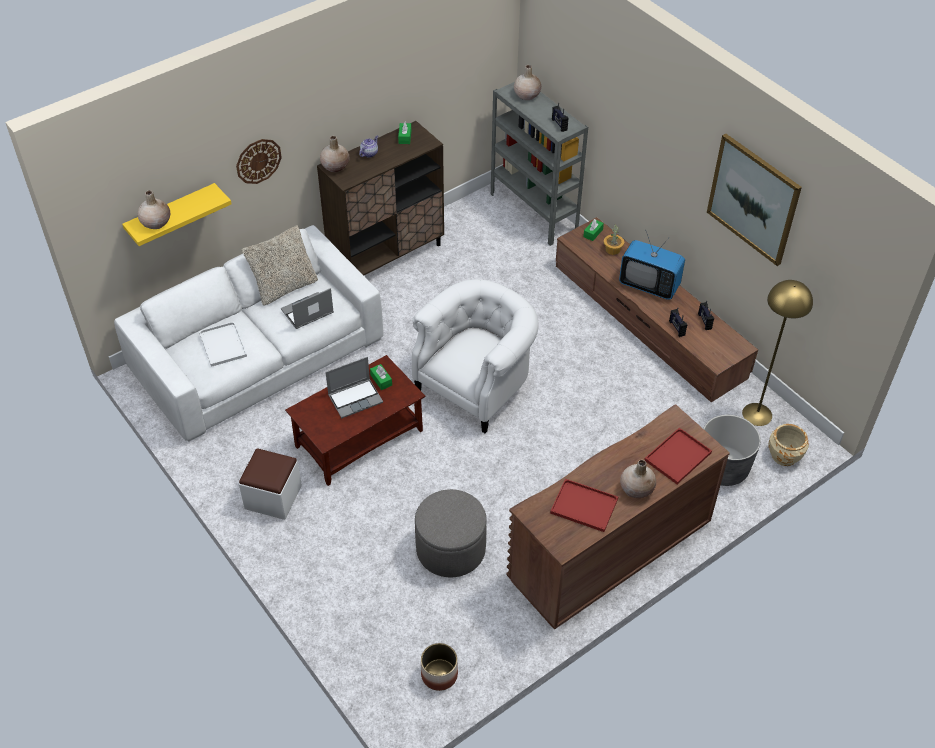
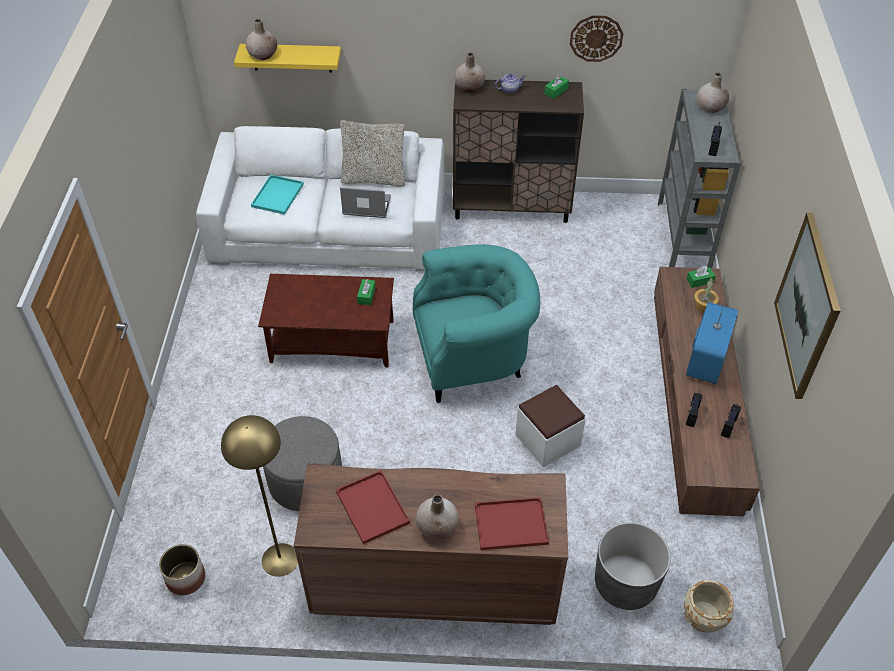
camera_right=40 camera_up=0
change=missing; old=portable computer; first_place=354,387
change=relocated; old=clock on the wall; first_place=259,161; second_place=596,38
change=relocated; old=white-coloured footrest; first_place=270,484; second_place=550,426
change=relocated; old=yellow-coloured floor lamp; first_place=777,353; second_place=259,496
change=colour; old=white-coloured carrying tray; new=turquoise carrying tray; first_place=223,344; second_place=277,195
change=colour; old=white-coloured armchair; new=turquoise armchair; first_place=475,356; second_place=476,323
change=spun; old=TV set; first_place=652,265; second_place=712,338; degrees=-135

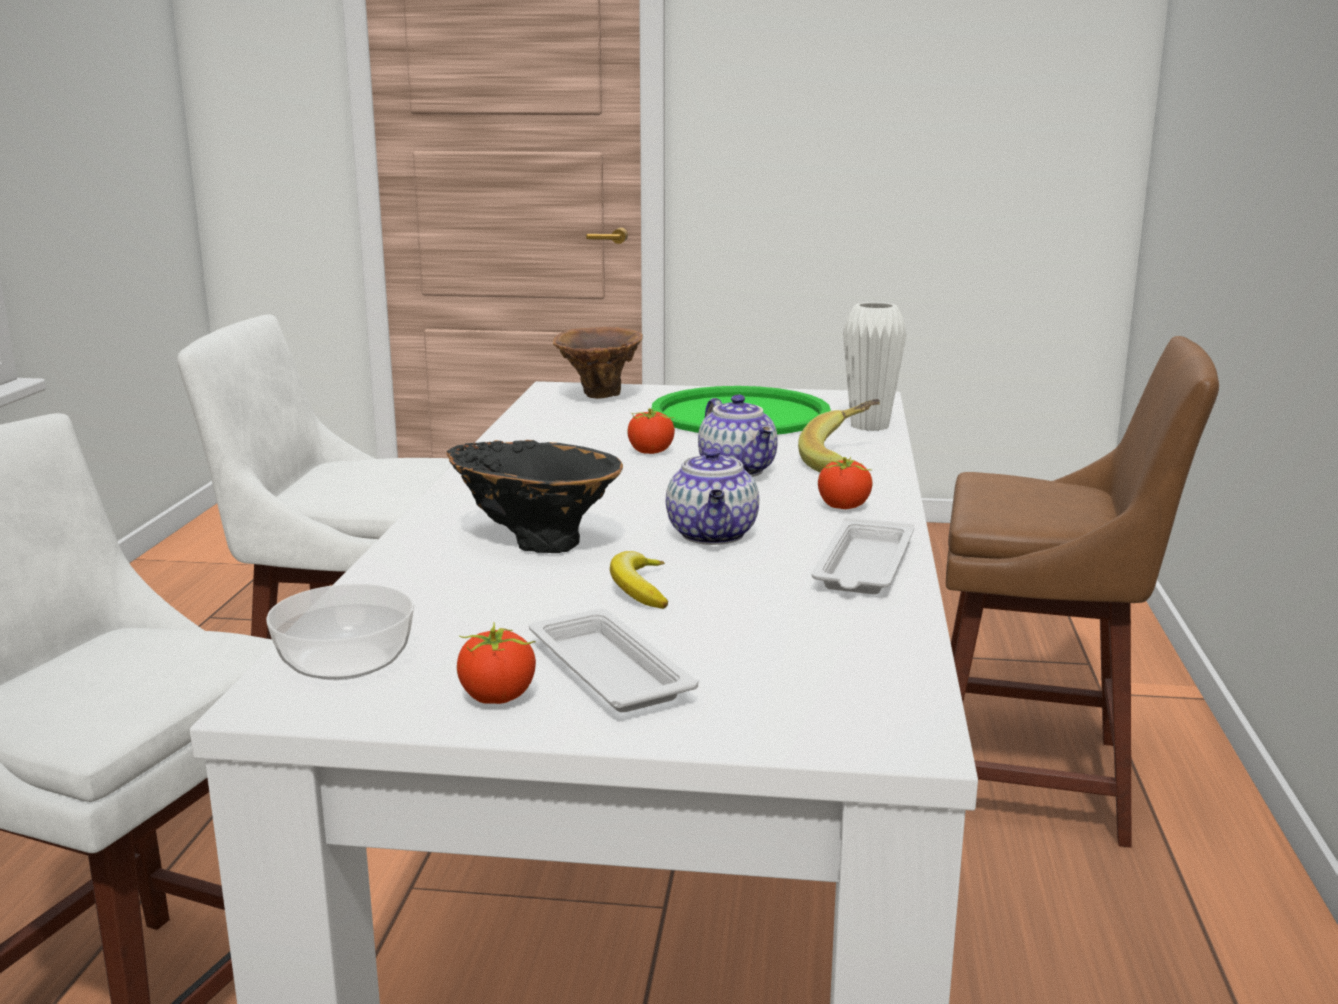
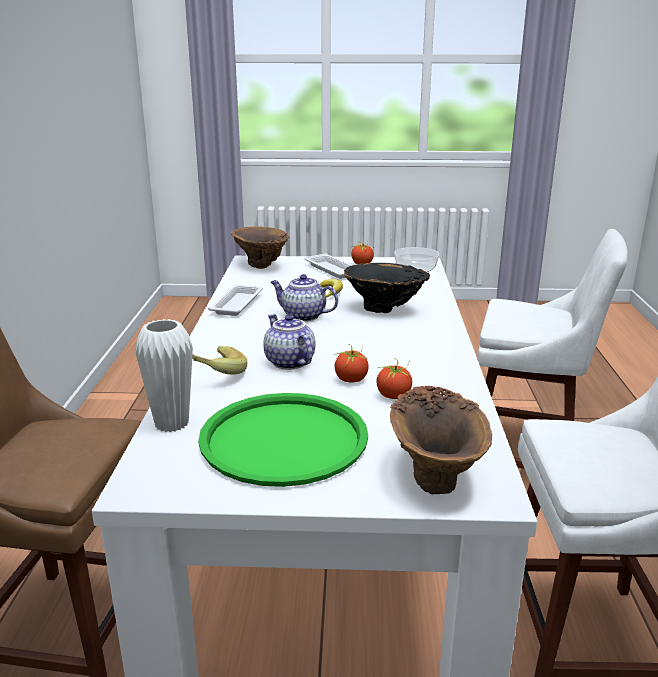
camera_right=175 camera_up=5
change=appeared; new=brownish decorative vase; second_place=260,247
change=relocated; old=whole tomato; first_place=845,483; second_place=394,379
change=spun; old=pot for tea; first_place=712,496; second_place=304,298; degrees=-60

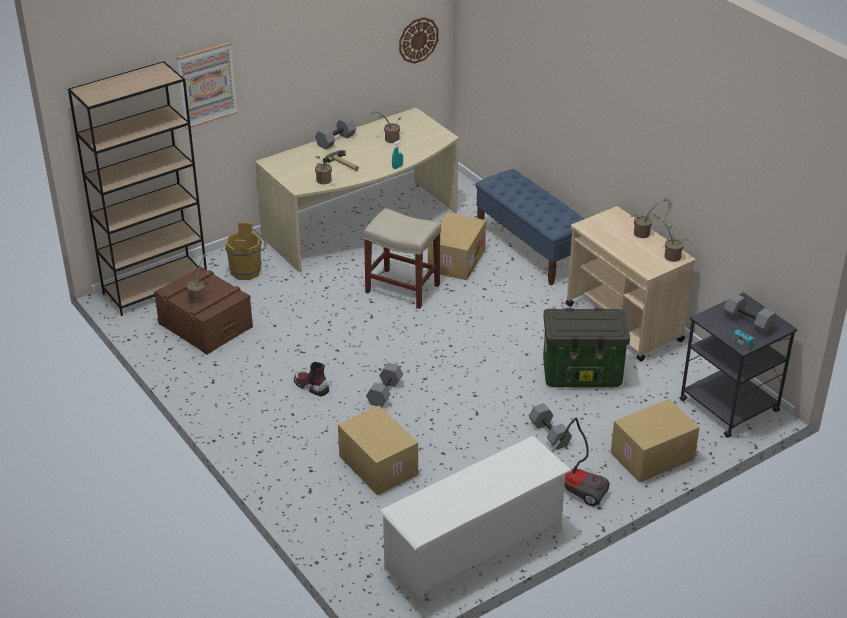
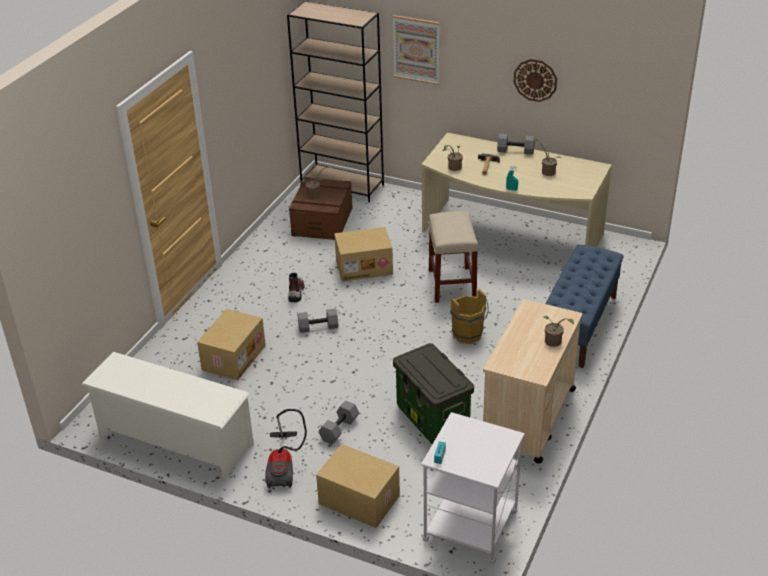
camera_right=60 camera_up=0
change=missing; old=plant in a pot; first_place=672,239
change=missing; old=gray hand weight; first_place=750,314
change=relocated; old=brownish water bucket; first_place=245,251; second_place=469,316
change=relocated; old=clock on the wall; first_place=419,40; second_place=535,80
change=relocated; old=carton; first_place=457,246; second_place=363,254
change=colour; old=blackish wheeled cart; new=white-coloured wheeled cart; first_place=738,365; second_place=473,488

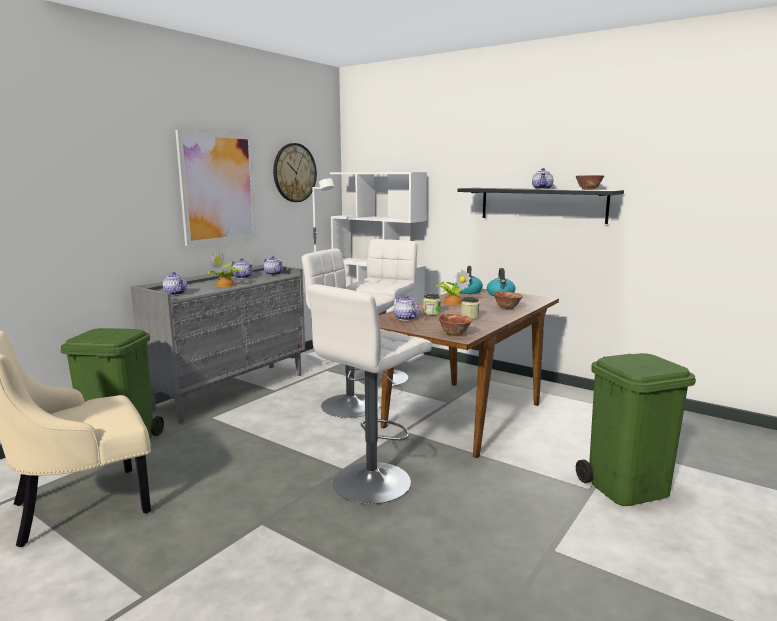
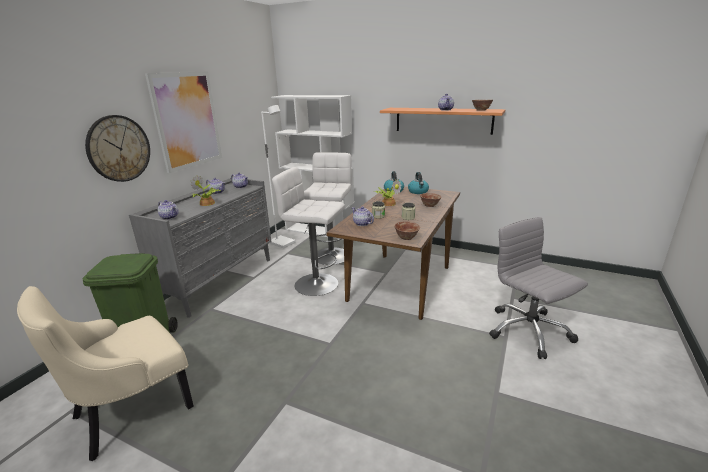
camera_right=-10 camera_up=10
change=missing; old=white-coloured sitting stool; first_place=369,394
change=relocated; old=clock on the wall; first_place=295,172; second_place=117,148
change=exchanged; old=greenish waste bin; new=gray office chair; first_place=636,429; second_place=538,288
change=colour; old=blackish bracket shelf; new=orange bracket shelf; first_place=540,206; second_place=442,121

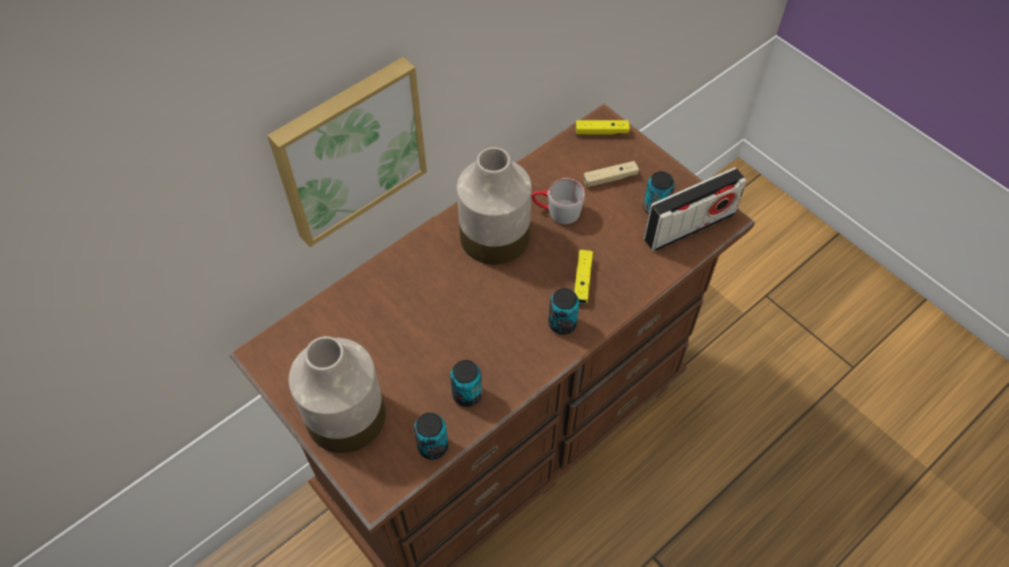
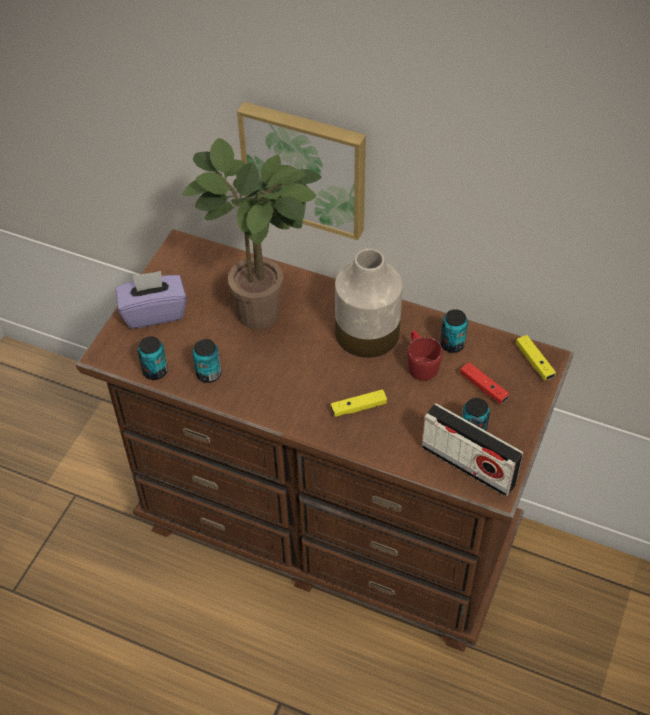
camera_right=65 camera_up=-5
change=appeared; new=plant in a pot; second_place=251,233
change=relocated; old=can; first_place=563,311; second_place=454,331
change=exchanged; old=sand-coloured decorative vase; new=purple-coloured tissue box; first_place=337,394; second_place=151,300
change=colour; old=gray coffee mug; new=reddish coffee mug; first_place=558,201; second_place=425,355
change=colour; old=sand-coloured gamepad; new=reddish gamepad; first_place=611,174; second_place=484,383

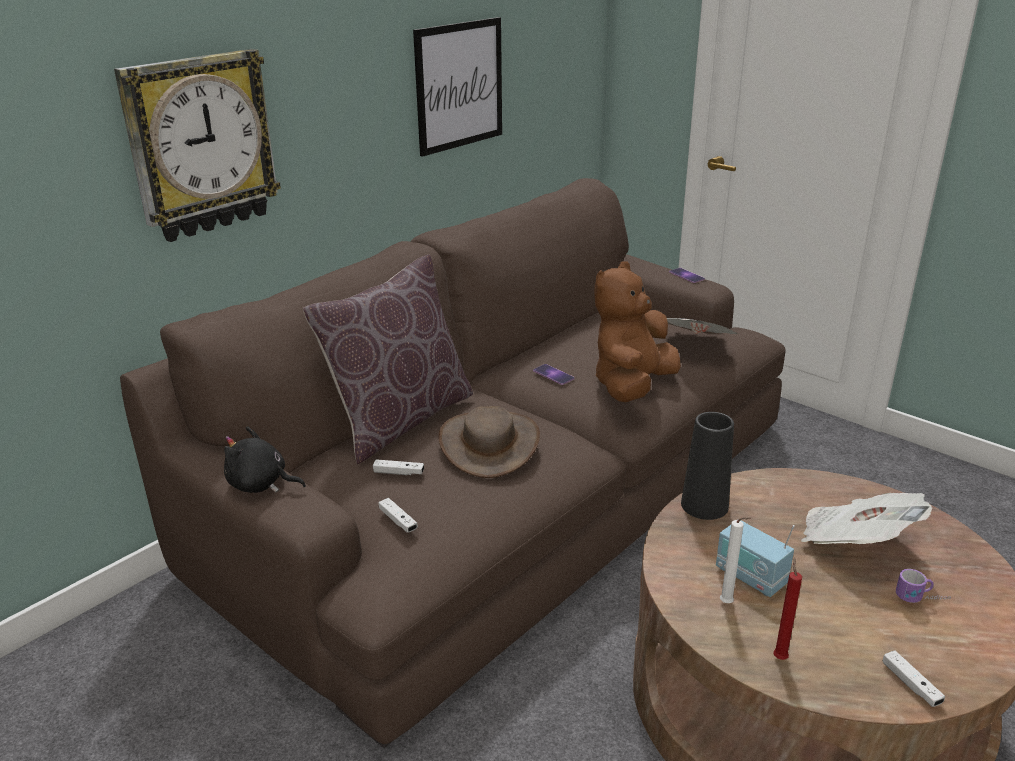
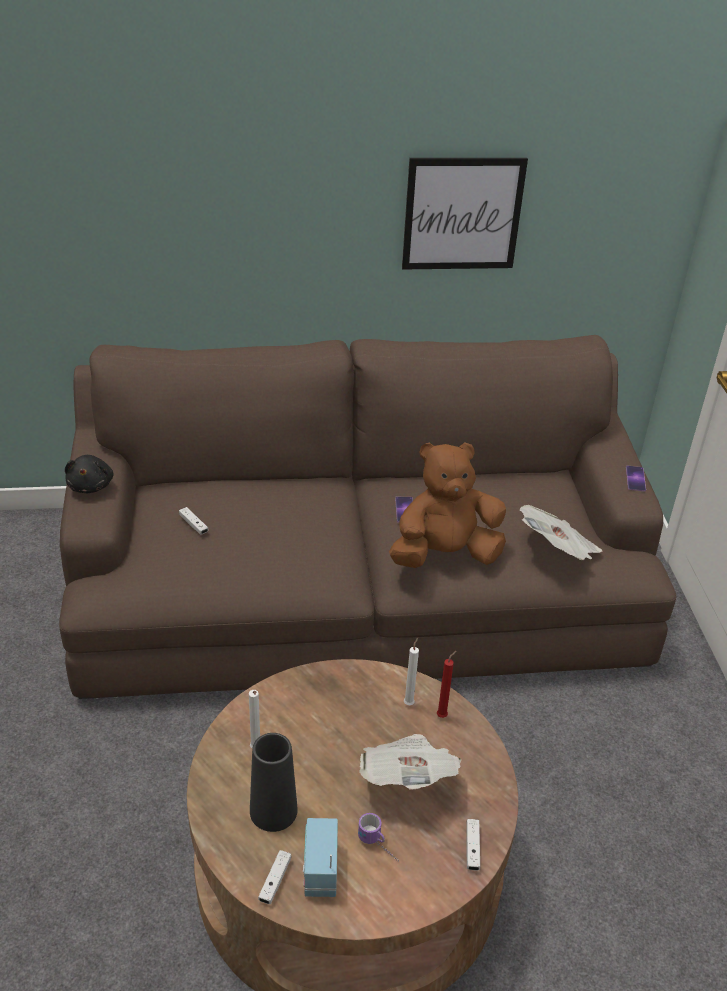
camera_right=40 camera_up=10
change=missing; old=clock on the wall; first_place=197,145
change=missing; old=brownish cushion; first_place=388,359
change=missing; old=brownish wearable hat; first_place=489,442
change=appeared; new=white-coloured wax candle; second_place=411,671
change=relocated; old=white-coloured gamepad; first_place=398,515; second_place=473,844
change=relocated; old=blackish decorative vase; first_place=707,466; second_place=273,782
change=relocated; old=radio set; first_place=755,559; second_place=320,857
change=relocated; old=reddish wax candle; first_place=787,608; second_place=446,684
change=spun; old=blackish soft toy; first_place=265,459; second_place=89,474; degrees=-150

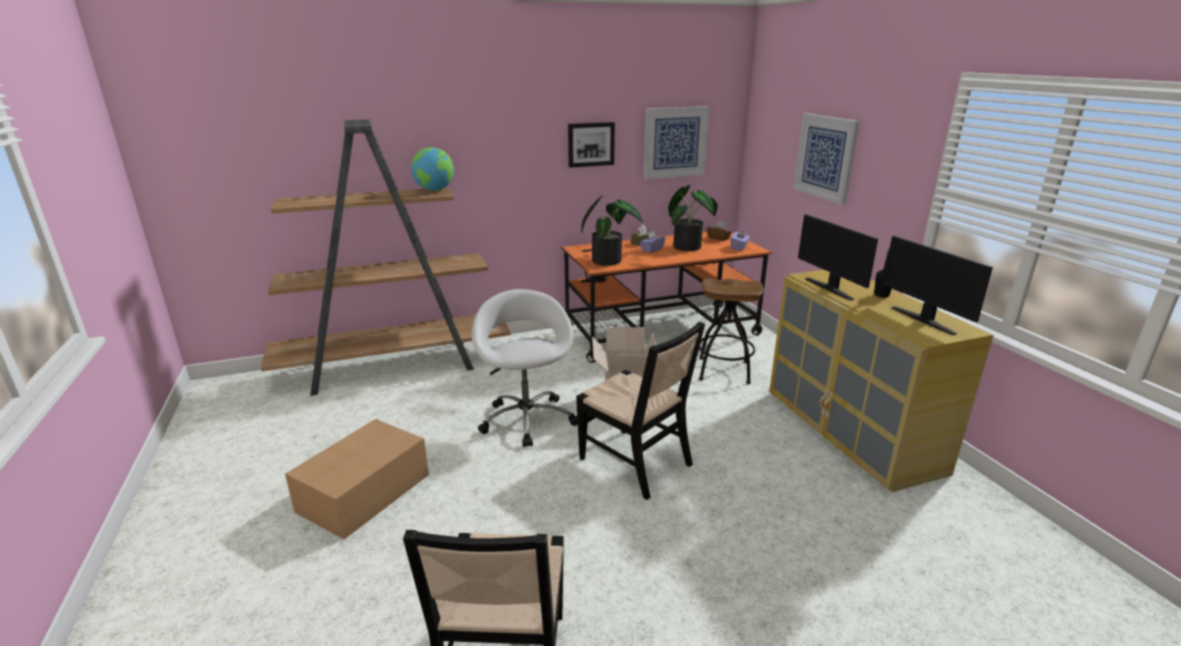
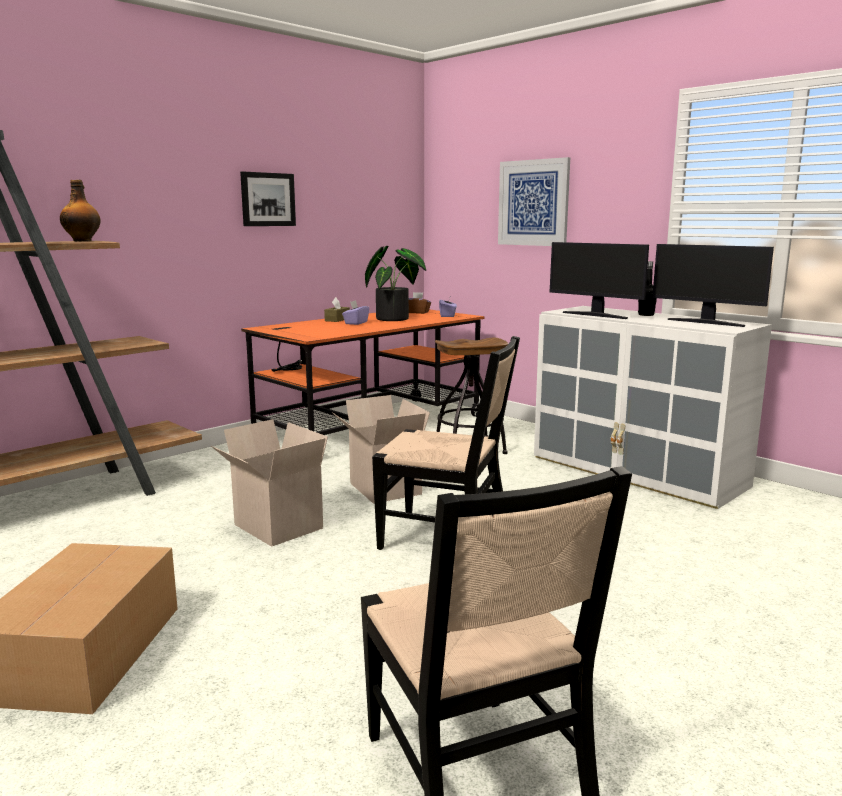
camera_right=-25 camera_up=-10
change=missing; old=plant in a pot; first_place=612,230
change=missing; old=wall picture; first_place=676,142
change=exchanged; old=world globe; new=beverage bottle; first_place=432,169; second_place=80,210
change=exchanged; old=white-coloured office chair; new=carton; first_place=525,368; second_place=269,483
change=colour; old=yellow-coloured cabinet; new=white-coloured cabinet; first_place=881,381; second_place=653,407

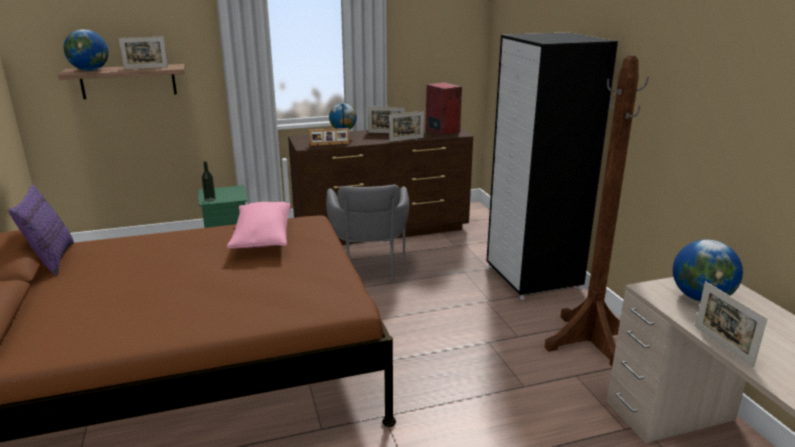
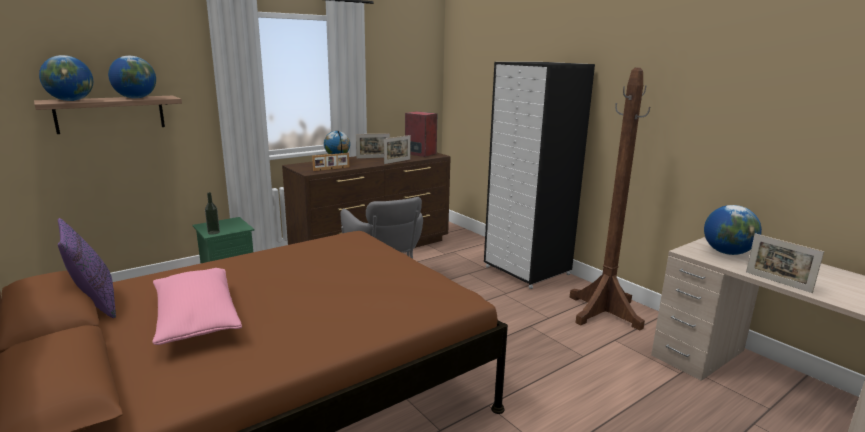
camera_right=-20 camera_up=-5
change=relocated; old=pink cushion; first_place=259,225; second_place=197,306
change=exchanged; old=photo frame; new=world globe; first_place=143,53; second_place=132,77

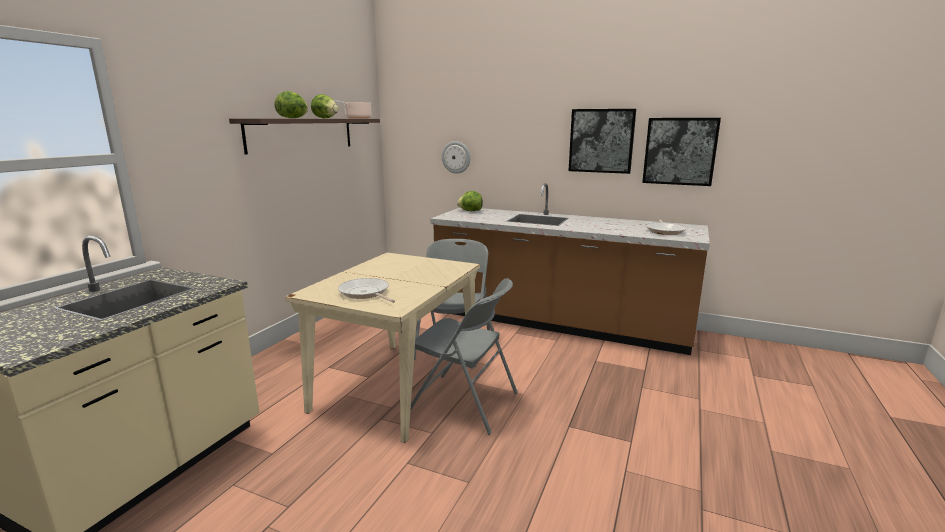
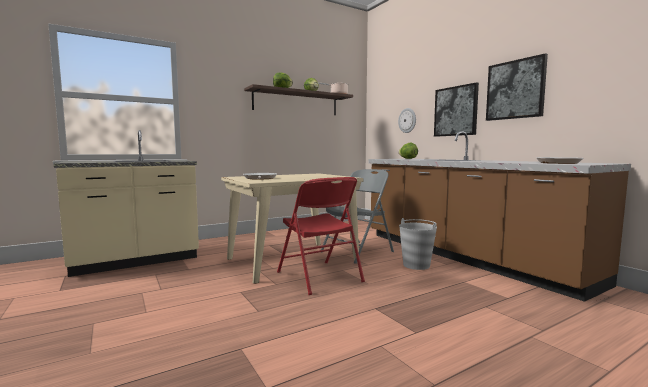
camera_right=35 camera_up=-10
change=appeared; new=gray water bucket; second_place=418,244
change=relocated; old=wall picture; first_place=681,152; second_place=456,109
change=colour; old=gray chair; new=reddish chair; first_place=464,356; second_place=321,236

